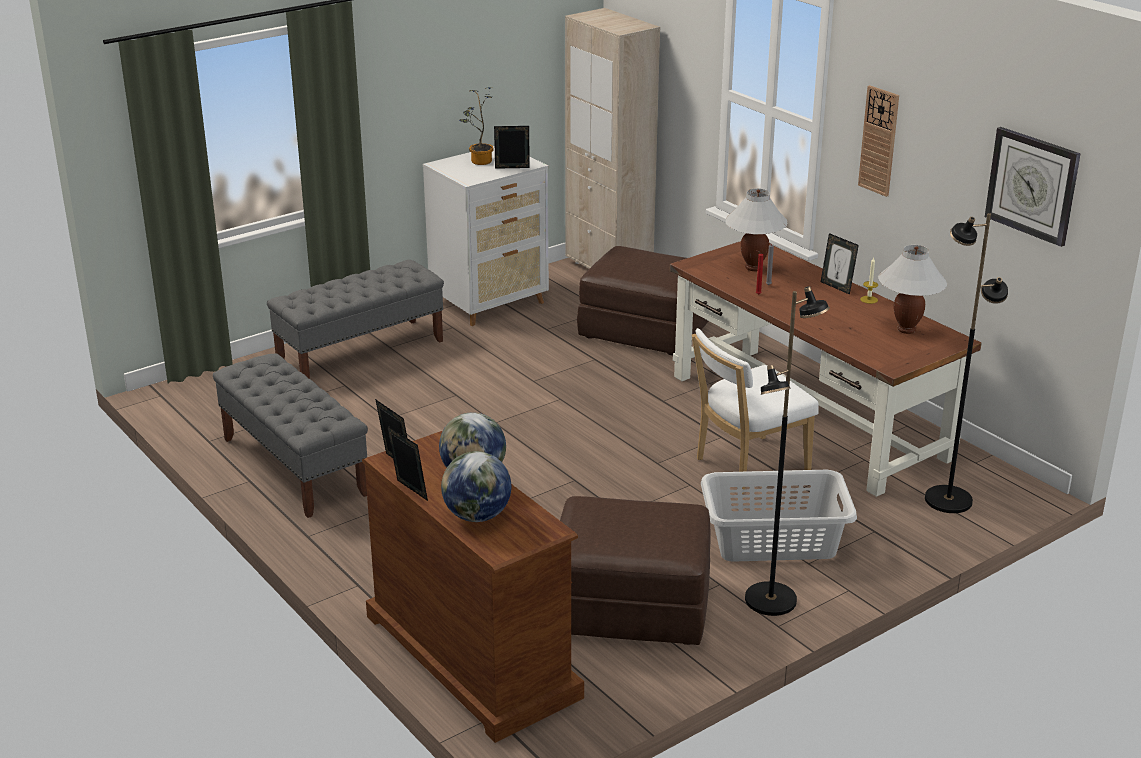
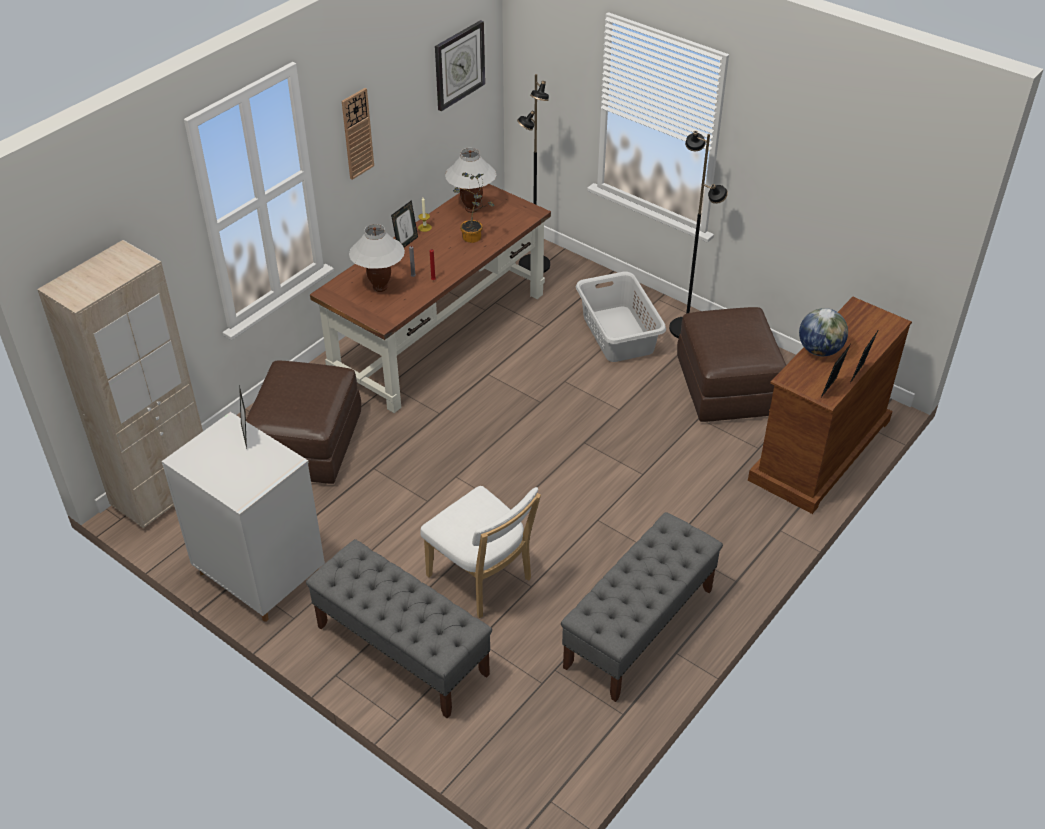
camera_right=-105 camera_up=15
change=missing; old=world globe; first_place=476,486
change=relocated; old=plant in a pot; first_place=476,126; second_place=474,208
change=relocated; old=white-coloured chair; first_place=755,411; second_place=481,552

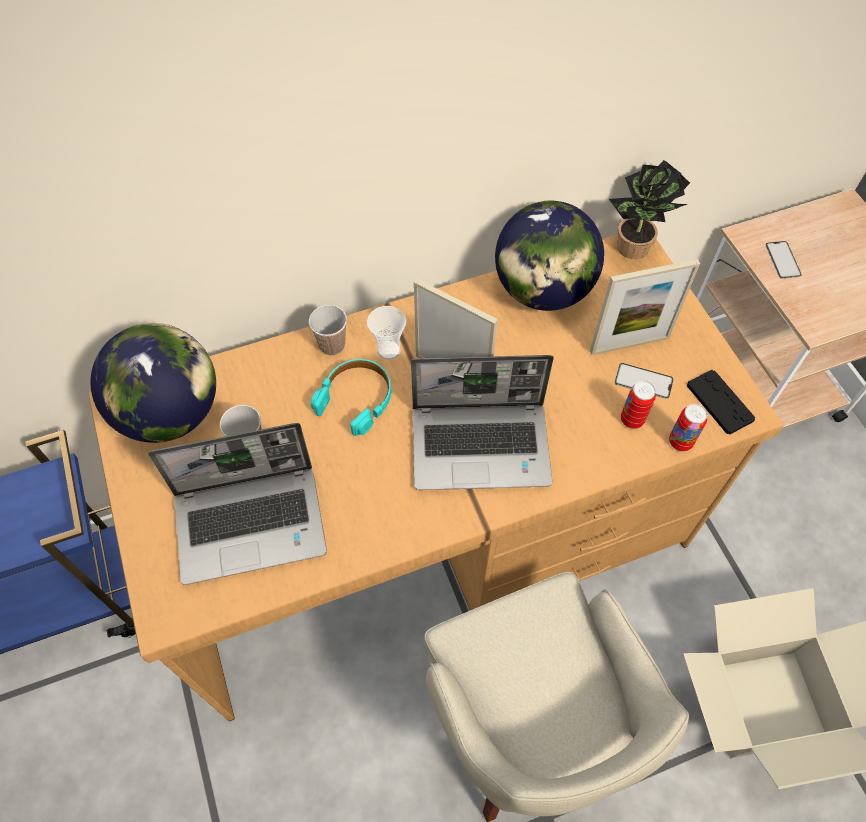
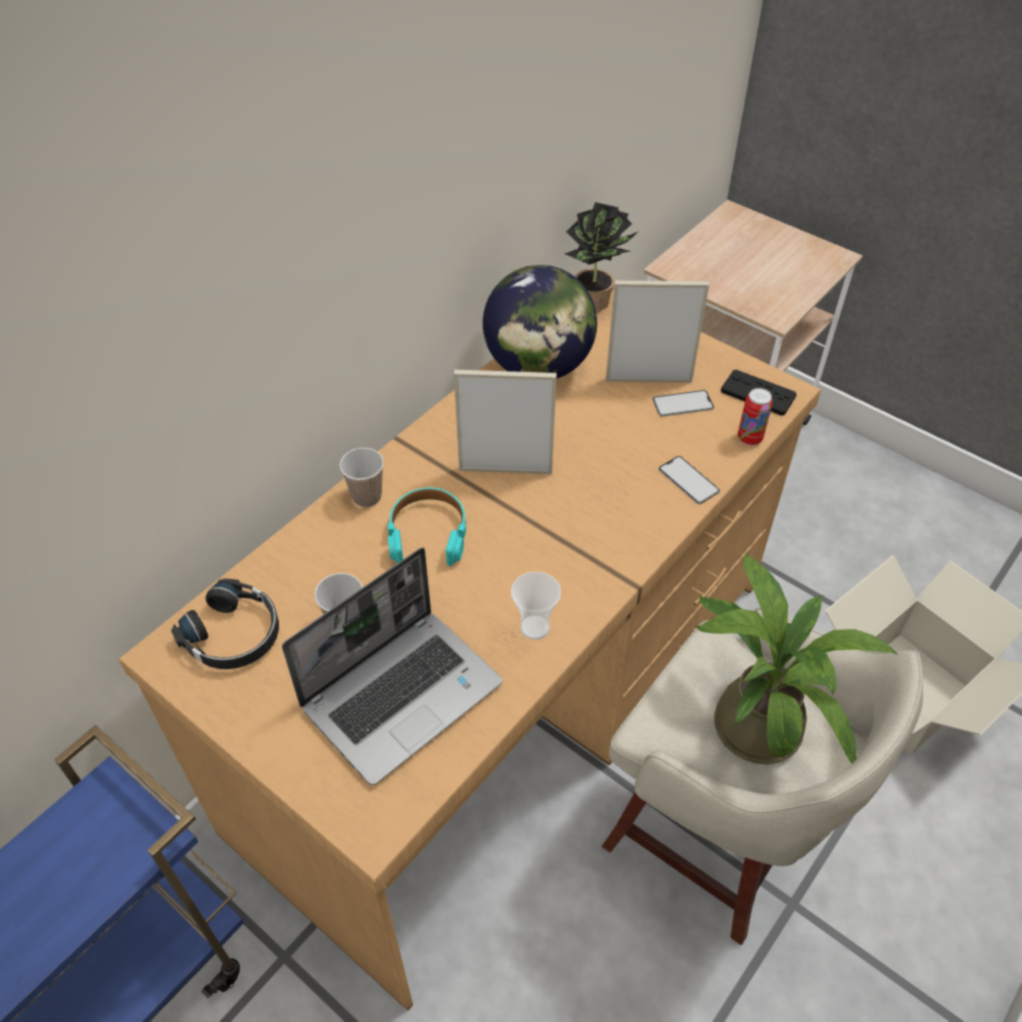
camera_right=-30 camera_up=-10
change=missing; old=portable computer; first_place=482,422
change=missing; old=can; first_place=638,405
change=appeared; new=plant in a pot; second_place=796,658
change=relocated; old=drinking cup; first_place=386,333; second_place=536,606
change=relocated; old=telephone; first_place=783,260; second_place=689,480
change=exchanged; old=world globe; new=blackish headset; first_place=153,383; second_place=225,623
change=spun; old=photo frame; first_place=645,307; second_place=657,331; degrees=-135

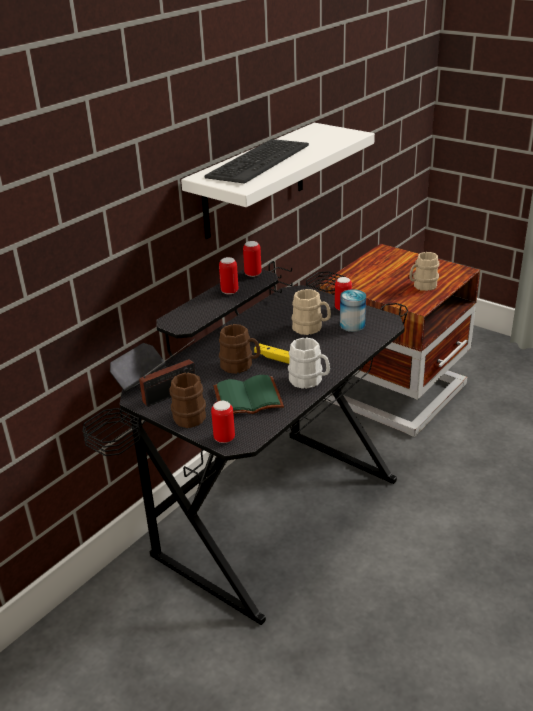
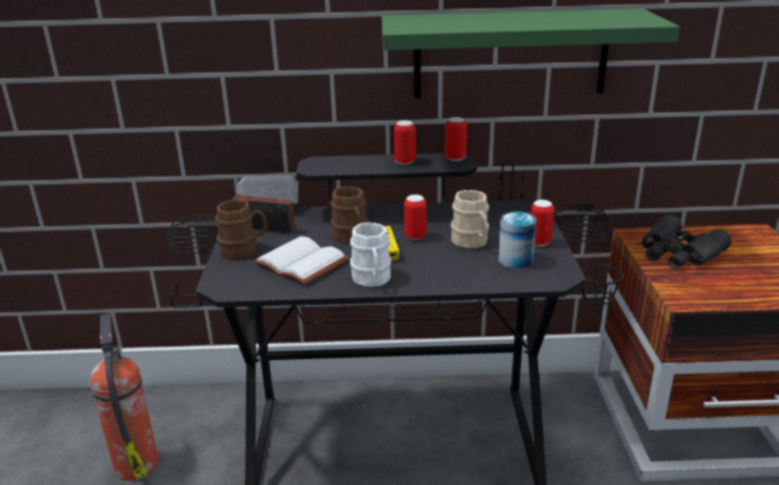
camera_right=50 camera_up=-5
change=missing; old=PC keyboard; first_place=257,161
change=missing; old=sand-coloured coffee mug; first_place=424,271
change=appeared; new=fire-fighting cylinder; second_place=124,397
change=appeared; new=blackish pair of binoculars; second_place=686,241
change=relocated; old=can; first_place=223,422; second_place=415,217
change=colour; old=white-coloured bracket shelf; new=greenish bracket shelf; first_place=278,181; second_place=531,53
change=colour; old=greenish volume; new=white-coloured volume; first_place=249,394; second_place=301,260

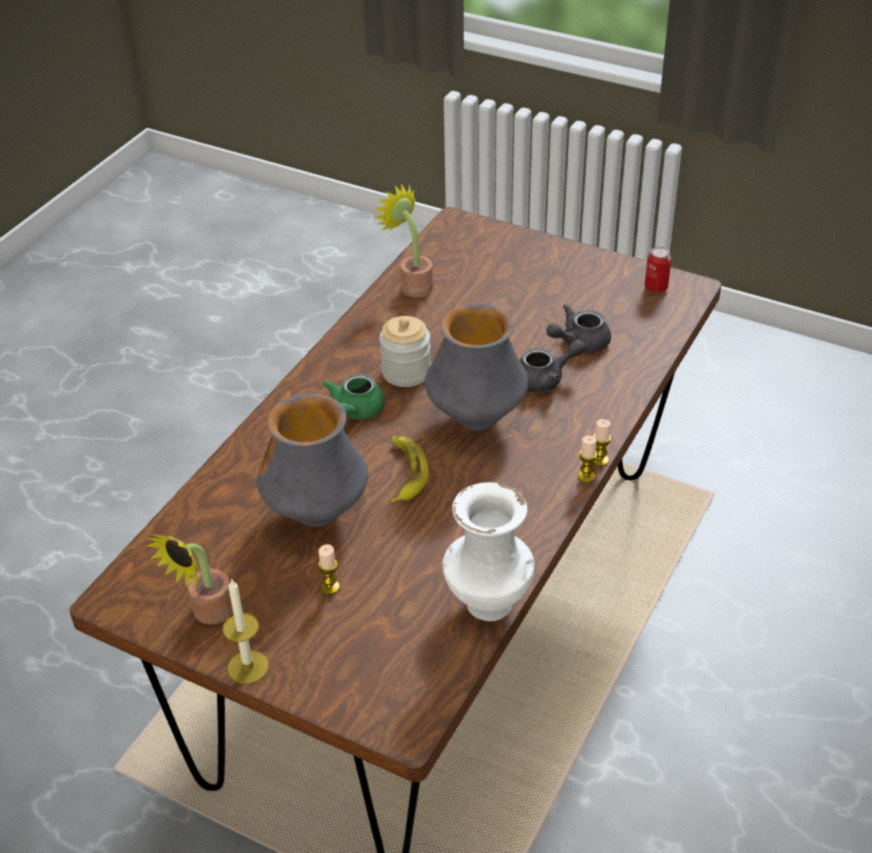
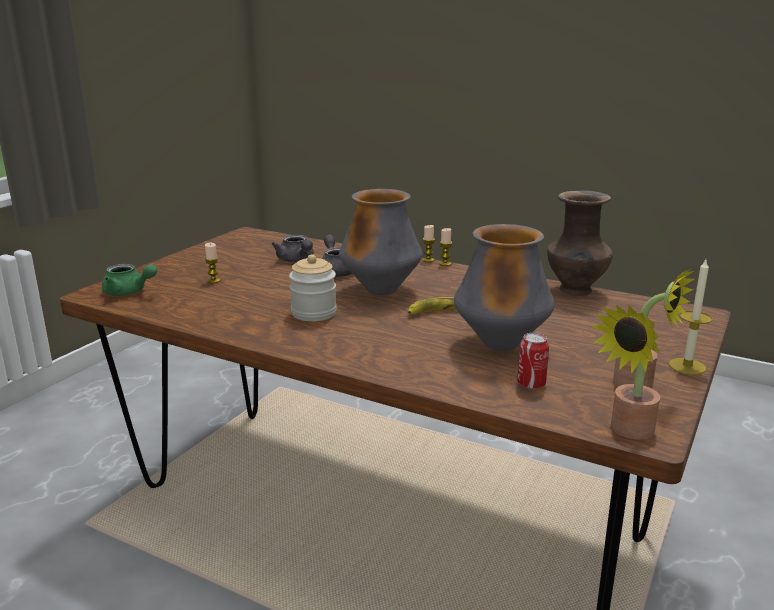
camera_right=-90 camera_up=-20
change=relocated; old=wax candle; first_place=329,569; second_place=212,263
change=relocated; old=greenish pot for tea; first_place=354,397; second_place=130,280
change=relocated; old=plant in a pot; first_place=404,241; second_place=626,372
change=relocated; old=can; first_place=658,269; second_place=533,361
change=colour; old=white-coloured decorative vase; new=brownish decorative vase; first_place=488,551; second_place=580,243

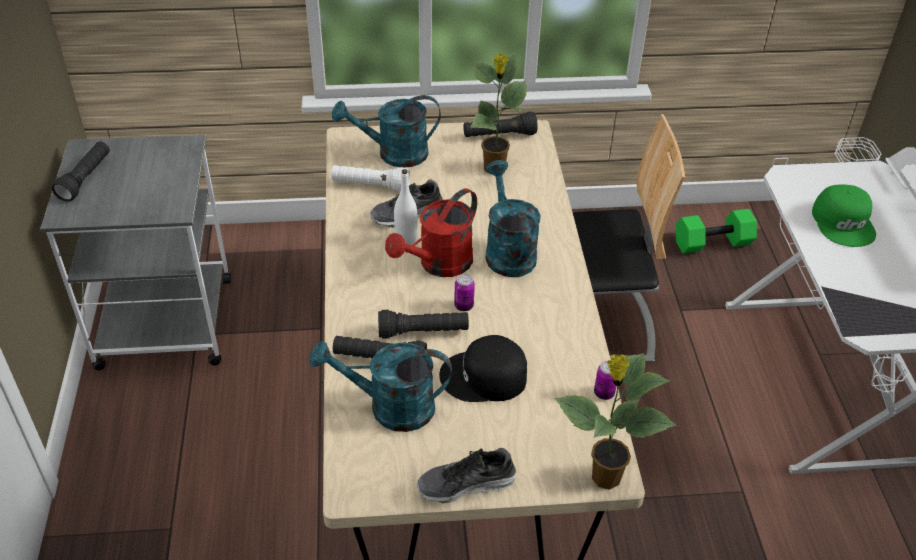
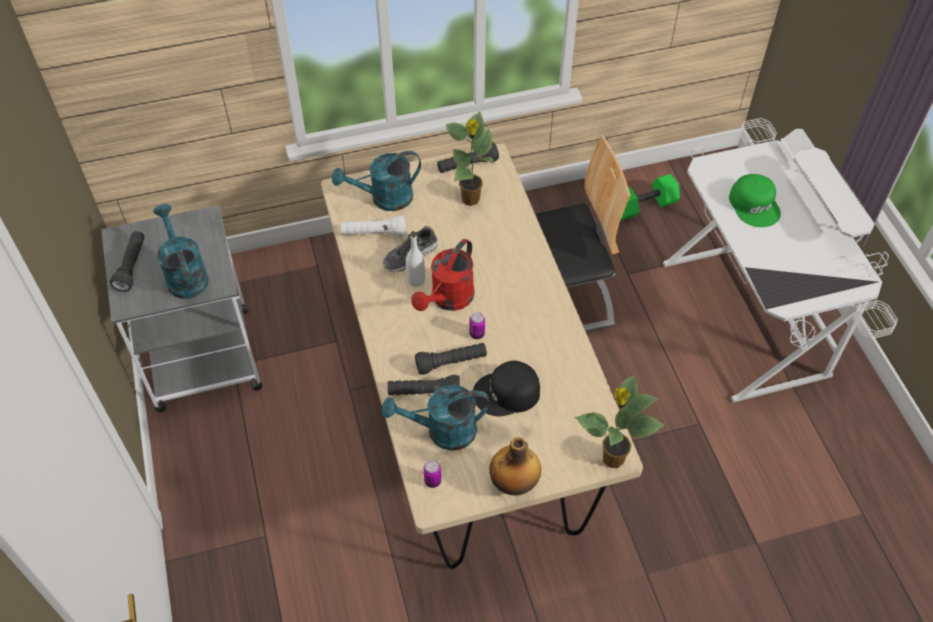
camera_right=-10 camera_up=10
change=relocated; old=turquoise watering can; first_place=513,218; second_place=181,251
change=relocated; old=can; first_place=605,380; second_place=432,474
change=exchanged; old=low shoe; new=beverage bottle; first_place=466,475; second_place=515,466

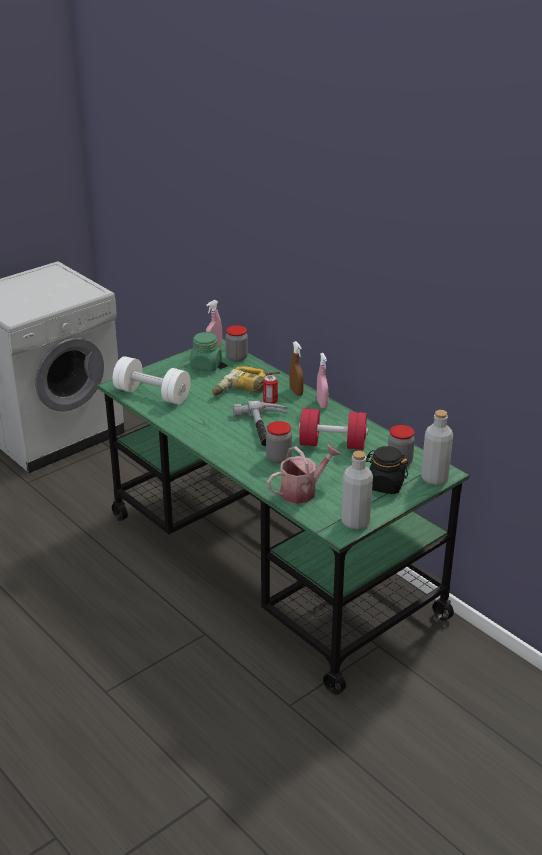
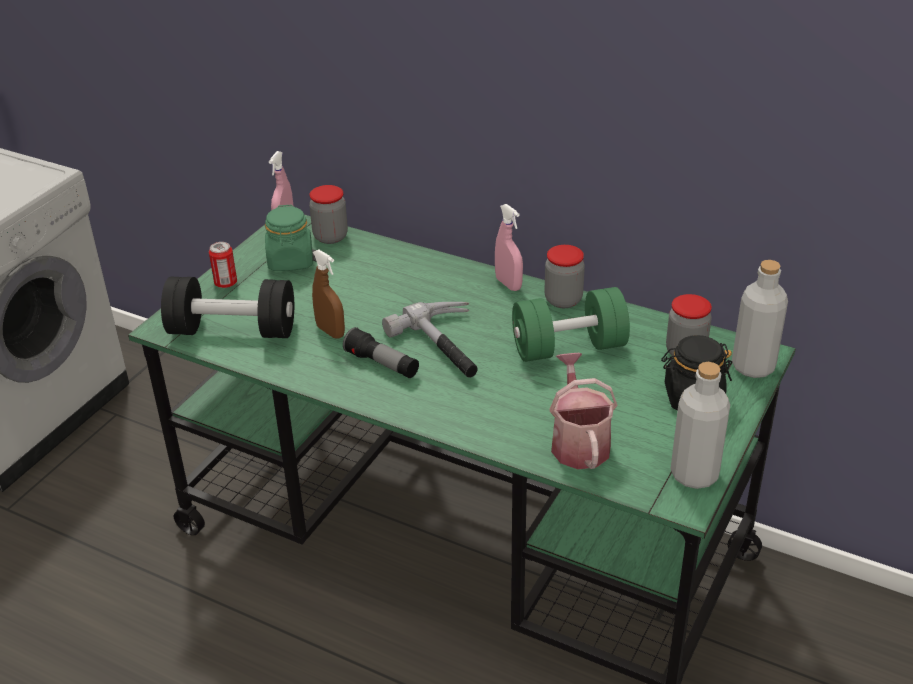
camera_right=-20 camera_up=5
change=missing; old=power drill; first_place=246,381
change=appeared; new=flashlight; second_place=381,352
change=relocated; old=can; first_place=270,389; second_place=223,265
change=relocated; old=preserve jar; first_place=279,442; second_place=564,276
change=relocated; old=brownish sprayer; first_place=297,368; second_place=328,294
change=colour; old=white-coloured hand weight; new=blackish hand weight; first_place=152,380; second_place=227,307
change=colour; old=reddish hand weight; new=greenish hand weight; first_place=333,429; second_place=571,324
change=spun; old=watering can; first_place=304,474; second_place=583,411; degrees=-45

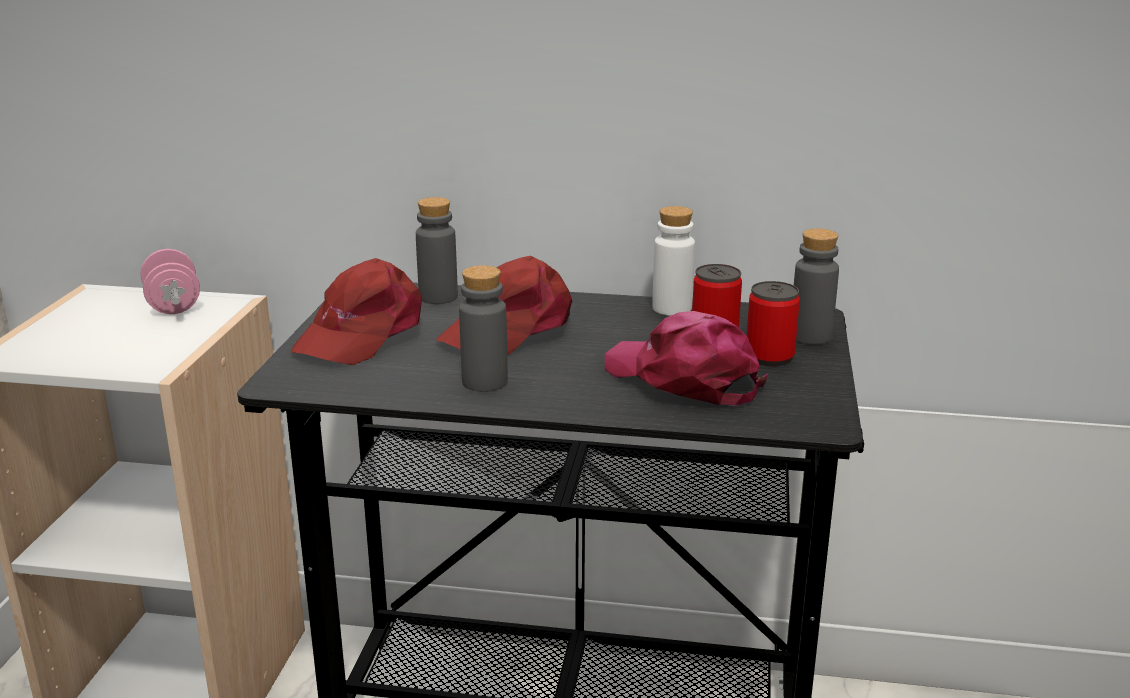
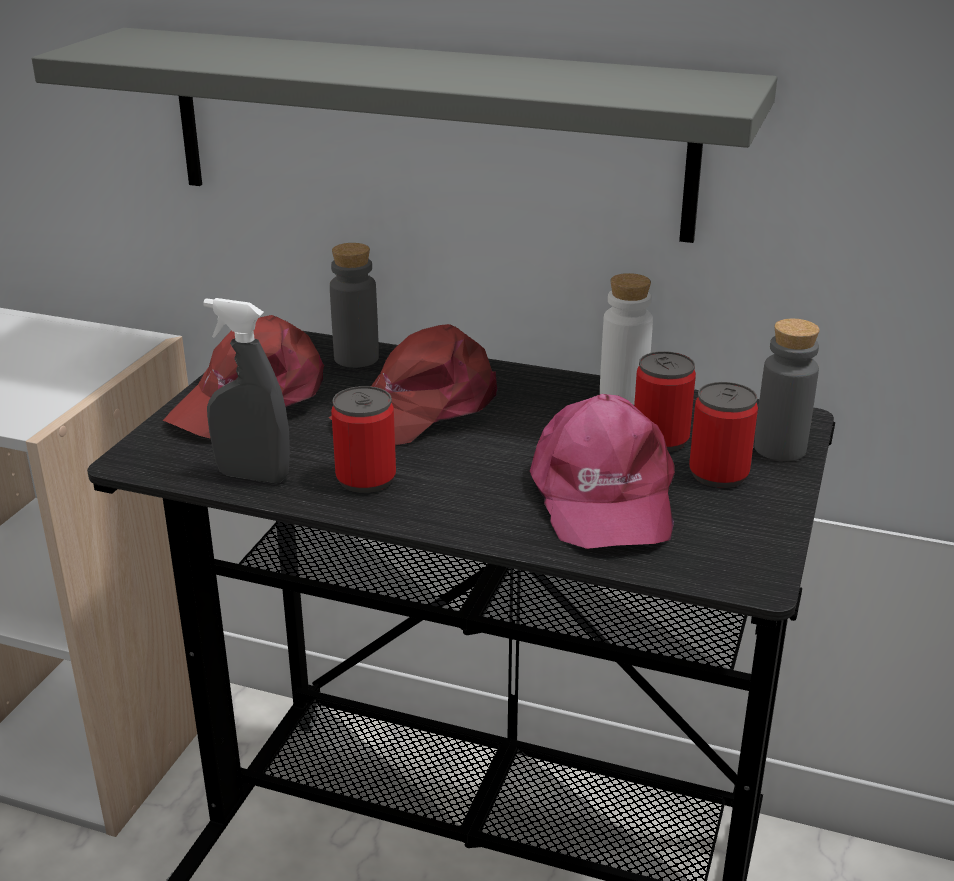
camera_right=10 camera_up=5
change=missing; old=pink hand weight; first_place=170,281
change=appeared; new=gray bracket shelf; second_place=404,135
change=appeared; new=gray sprayer; second_place=247,390
change=exchanged; old=gray beverage bottle; new=can; first_place=483,328; second_place=363,439
change=spun; old=pink cap; first_place=686,358; second_place=602,471; degrees=-150

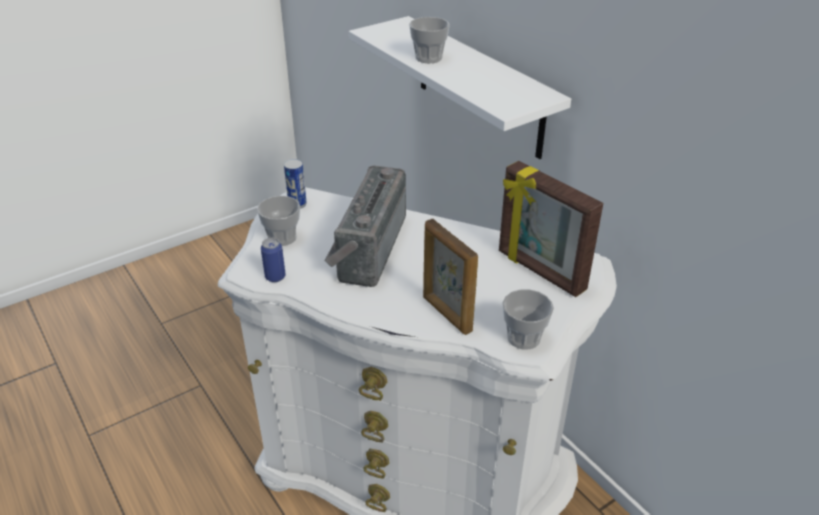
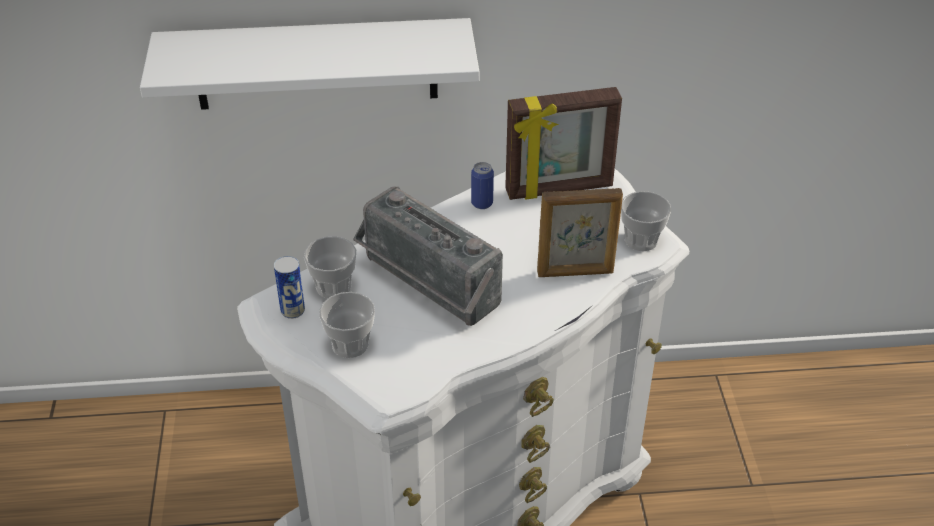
camera_right=-60 camera_up=5
change=relocated; old=can; first_place=273,260; second_place=482,185
change=relocated; old=drinking cup; first_place=429,40; second_place=330,267

